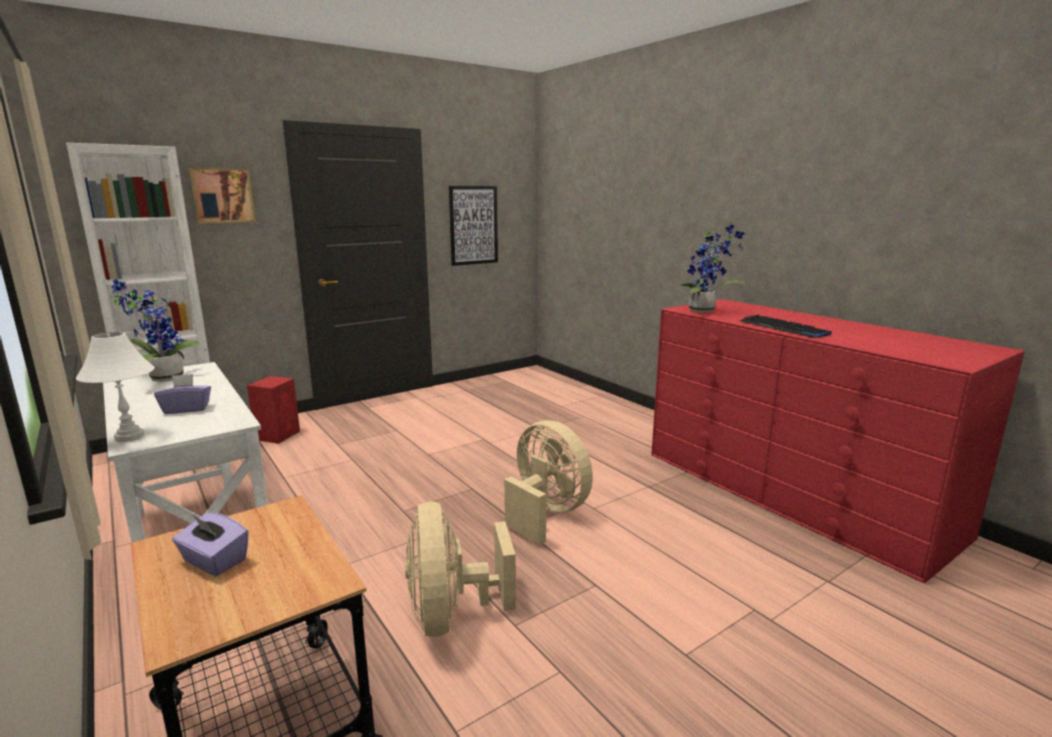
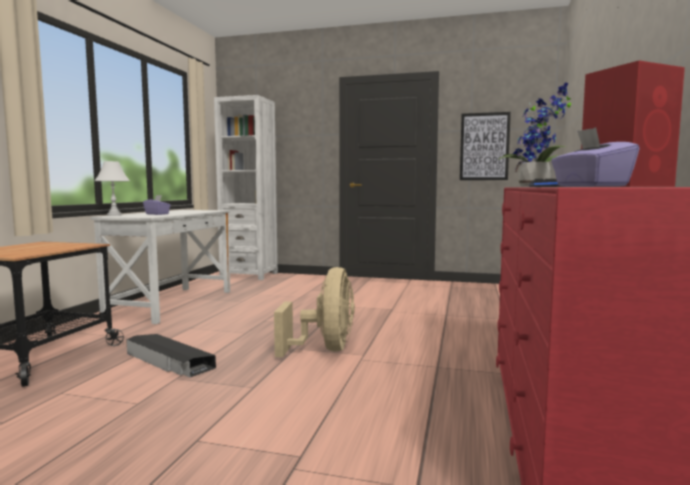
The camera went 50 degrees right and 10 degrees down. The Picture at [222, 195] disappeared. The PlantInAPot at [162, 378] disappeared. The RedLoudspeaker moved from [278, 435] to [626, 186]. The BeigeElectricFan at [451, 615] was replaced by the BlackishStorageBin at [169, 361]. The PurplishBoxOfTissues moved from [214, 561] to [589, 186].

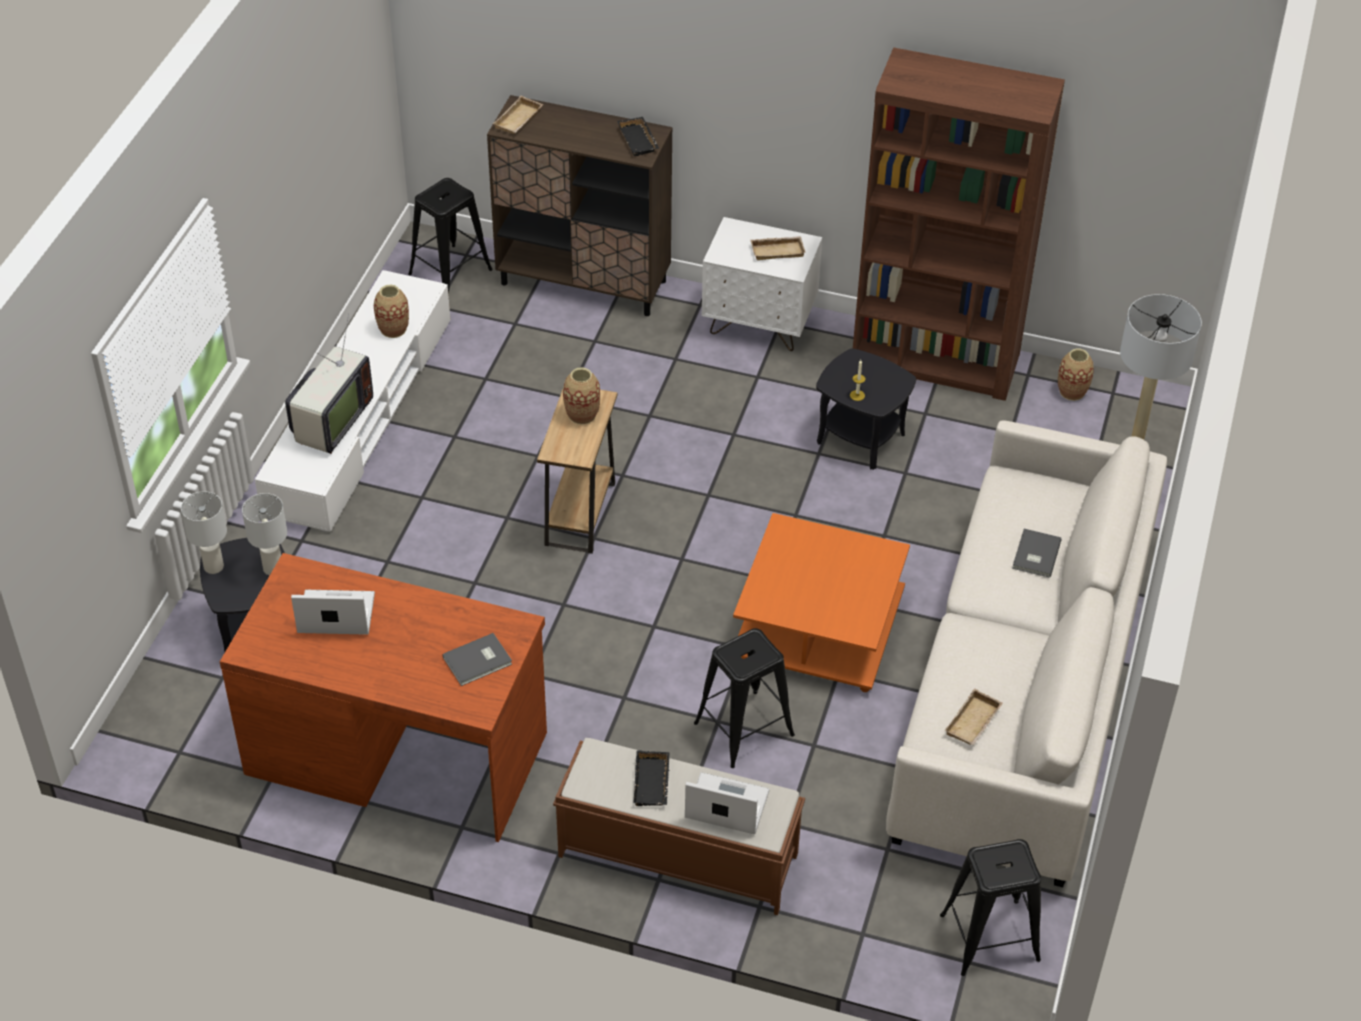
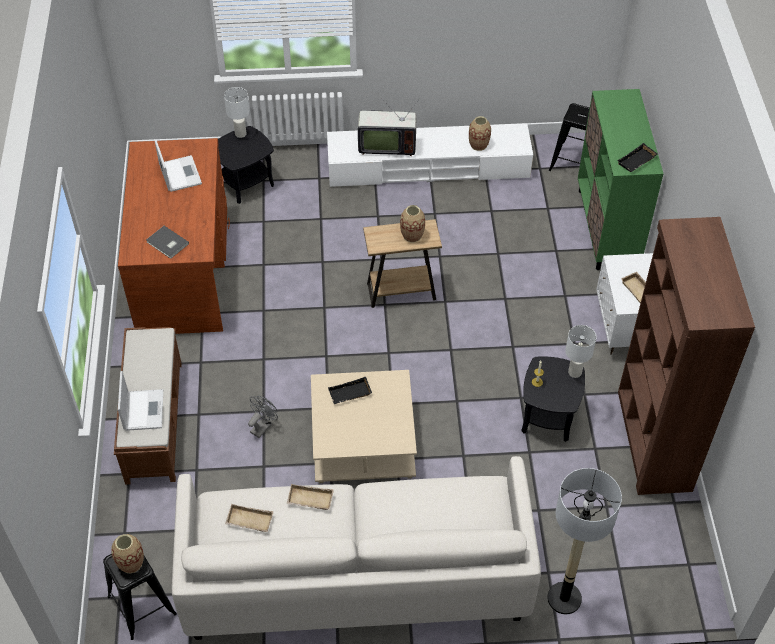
The camera went 70 degrees right and 5 degrees up. The BrownColouredCabinet at [584, 282] became the GreenishCabinet at [607, 228]. The BeigeCarryingTray moved from [519, 120] to [309, 500]. The FlowerVase moved from [1072, 392] to [131, 563]. The WhiteTableLamp moved from [272, 568] to [574, 372]. The OrangeCoffeeTable at [819, 629] became the BeigeCoffeeTable at [362, 442]. The GrayVolume at [1035, 555] disappeared. The BlackishStoolSeat at [744, 728] was replaced by the GrayElectricFan at [262, 426]. The BlackishCarryingTray moved from [653, 783] to [349, 394].

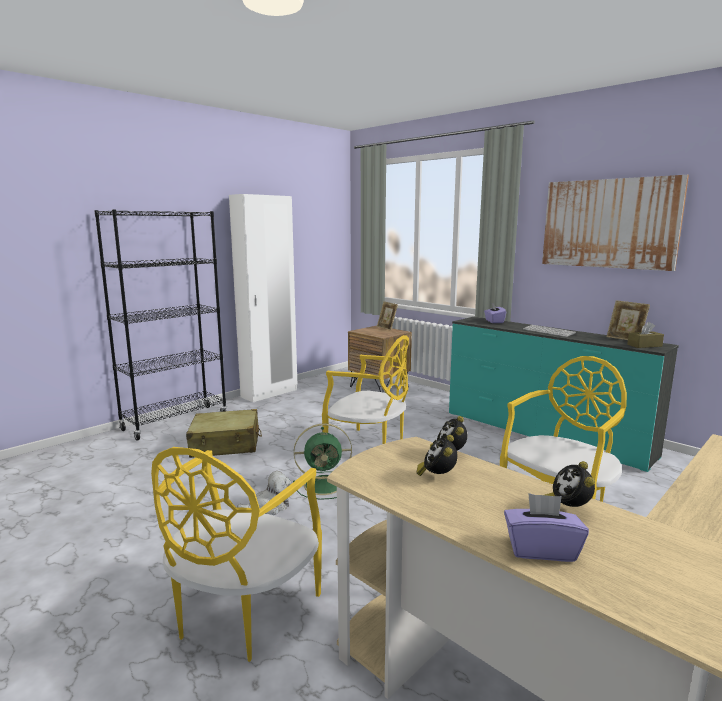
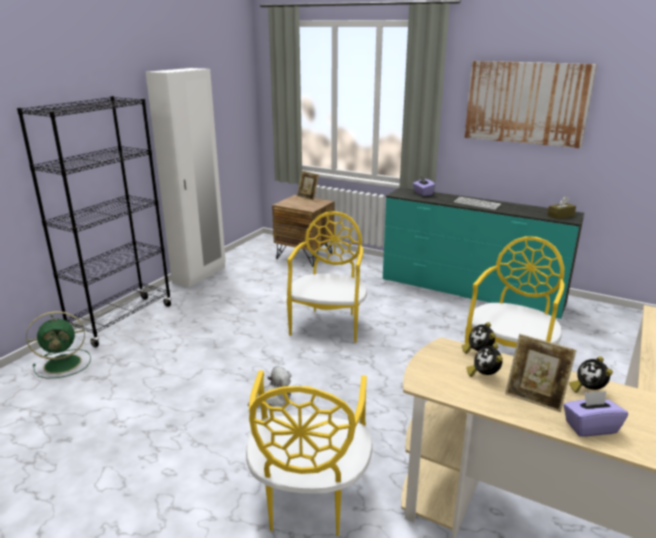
The camera went 15 degrees left and 10 degrees up. The StandingFrame moved from [625, 339] to [535, 398]. The YellowColouredUprightChair at [368, 447] turned 90 degrees counterclockwise. The BeigeSuitcase at [226, 445] disappeared. The GreenishElectricFan moved from [325, 485] to [64, 363].

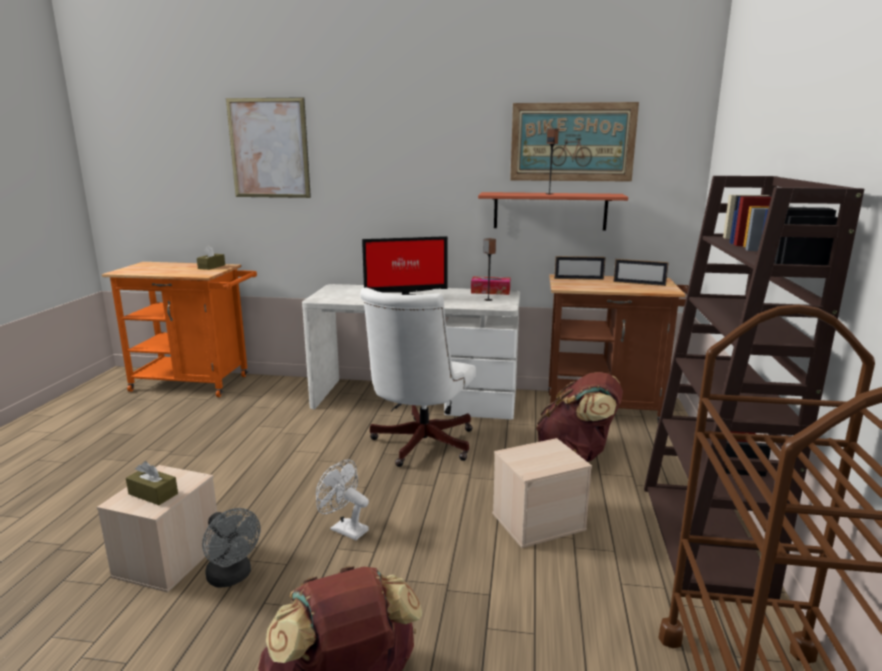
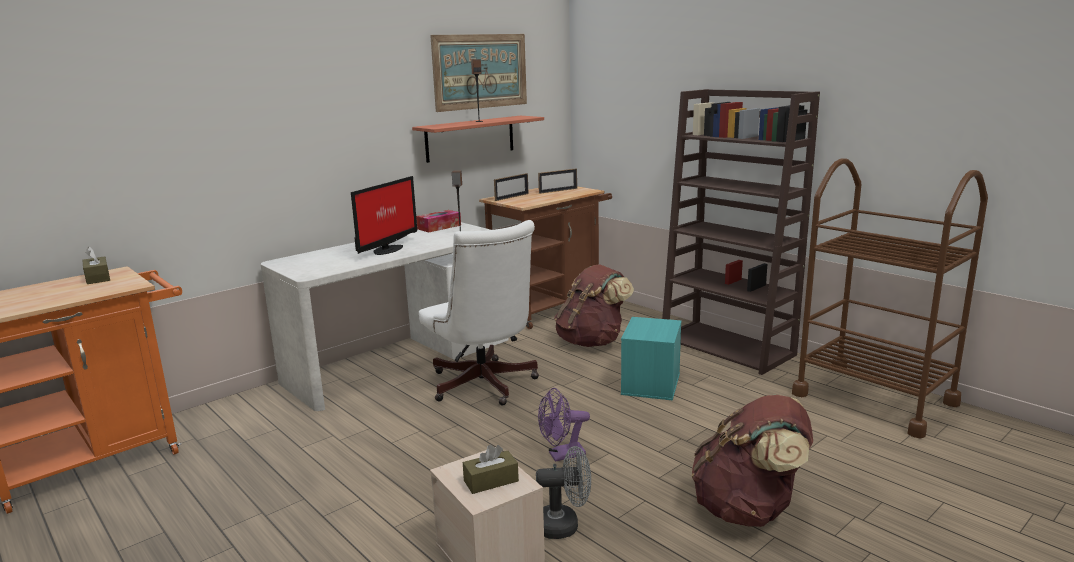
The camera went 50 degrees left and 0 degrees up. The Picture at [269, 148] disappeared. The BeigeStorageBin at [538, 520] became the TurquoiseStorageBin at [650, 383]. The WhiteElectricFan at [344, 529] became the PurplishElectricFan at [561, 455].

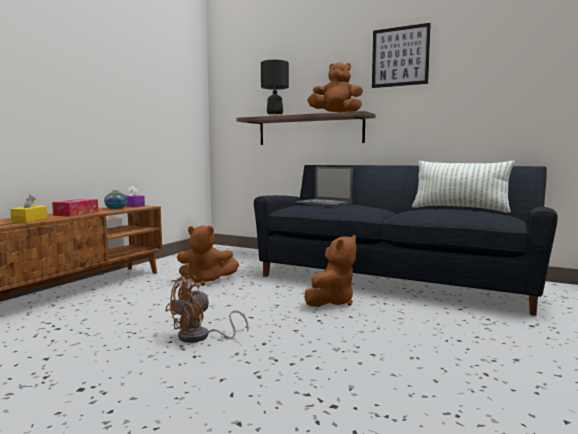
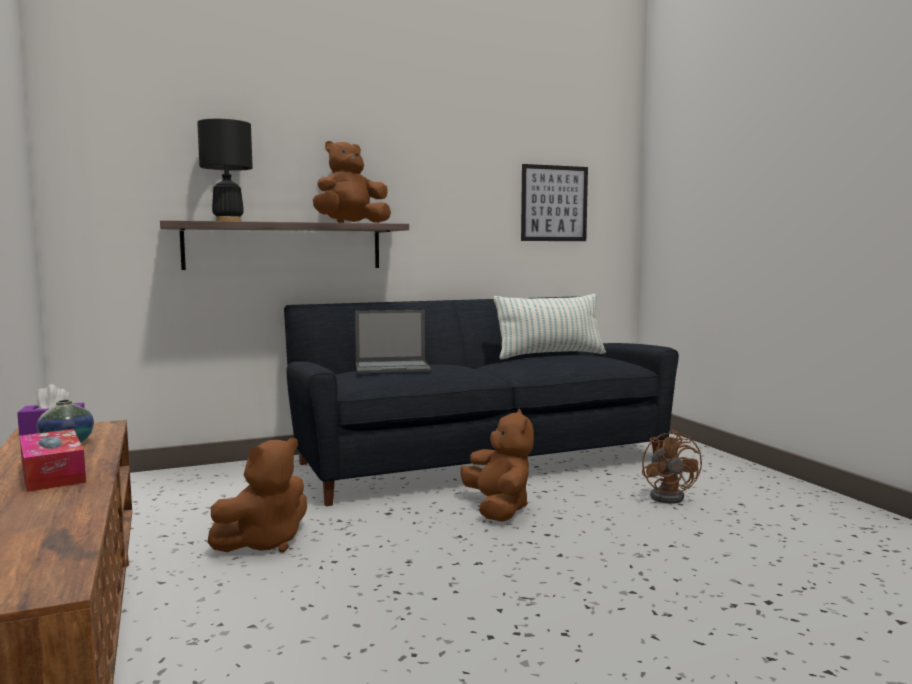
The camera went 50 degrees left and 0 degrees up. The Picture moved from [400, 56] to [554, 203]. The YellowColouredBoxOfTissues at [29, 220] disappeared. The BrownColouredElectricFan moved from [200, 337] to [670, 496].

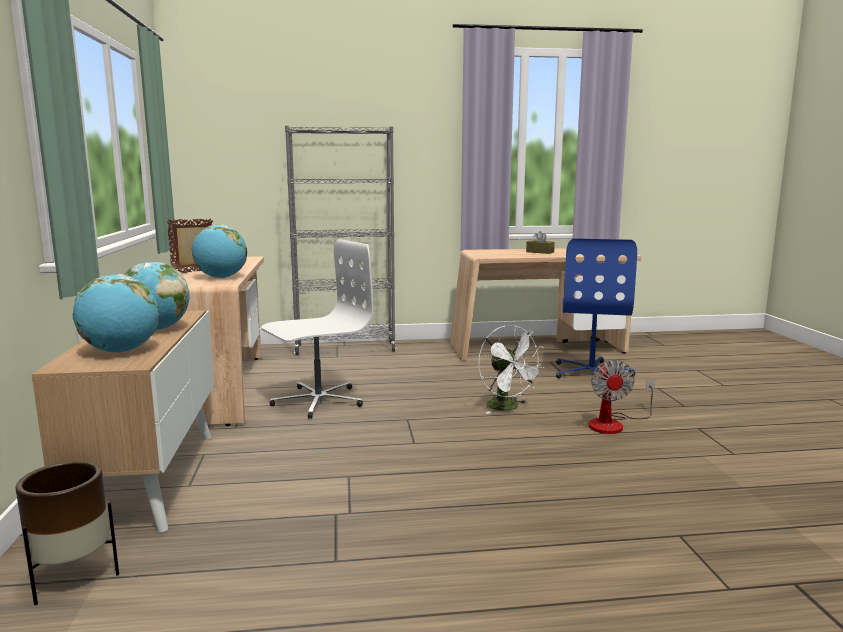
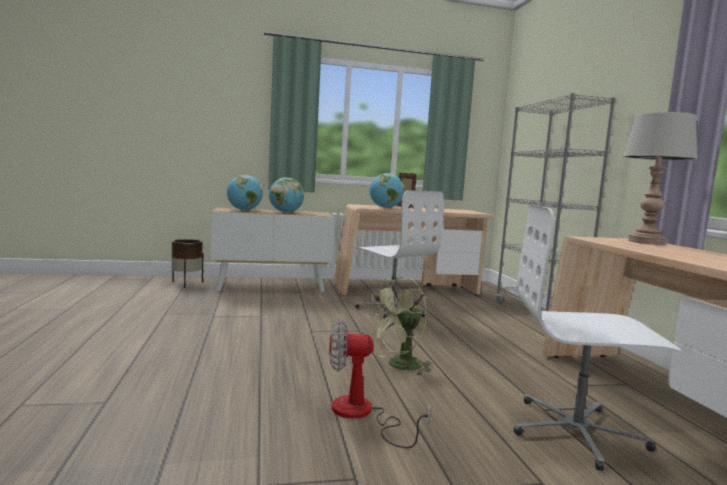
The camera went 85 degrees right and 5 degrees down. The BrownColouredBoxOfTissues at [540, 252] disappeared. The BlueComputerChair at [592, 373] became the WhiteComputerChair at [577, 432]. The WhiteElectricFan at [508, 408] became the GreenishElectricFan at [399, 366]. The GrayTableLamp at [646, 242] appeared.

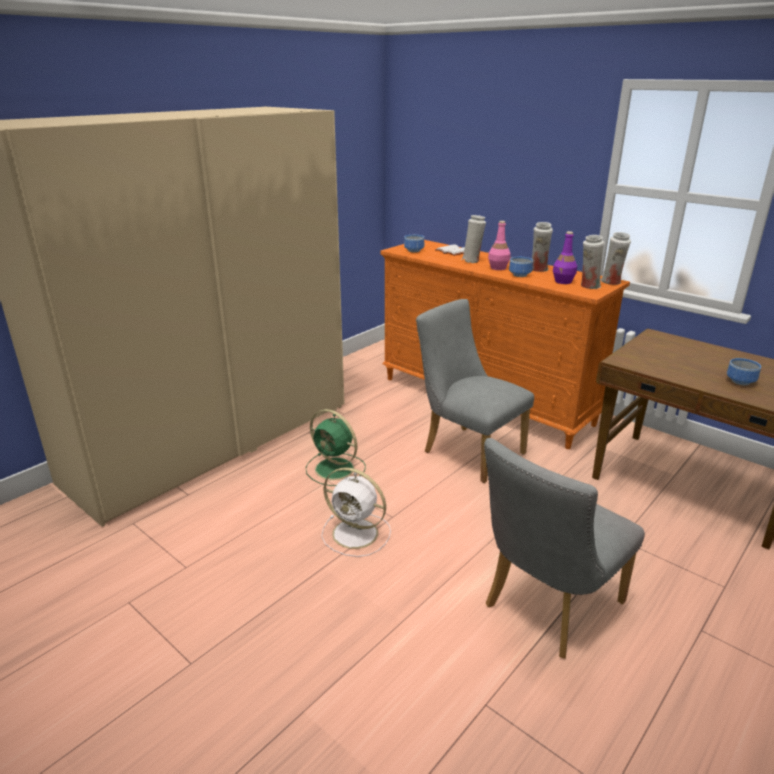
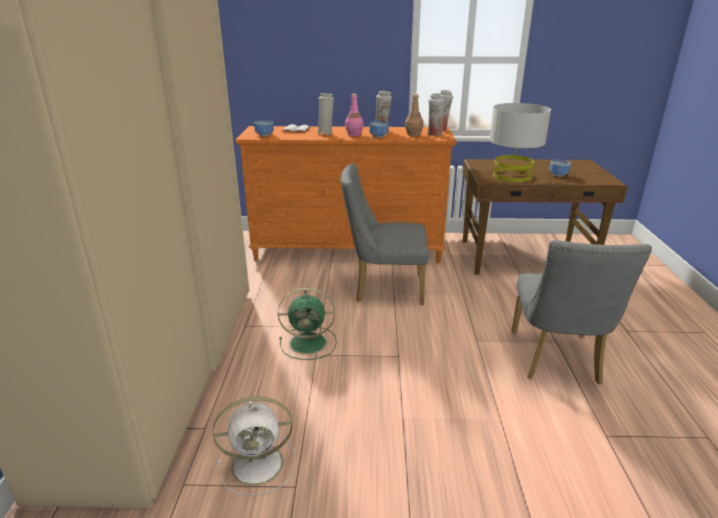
The camera went 40 degrees left and 0 degrees up. The PurplishDrinkBottle at [563, 281] became the BrownColouredDrinkBottle at [414, 134]. The WhiteElectricFan moved from [357, 534] to [260, 464]. The GrayTableLamp at [512, 176] appeared.

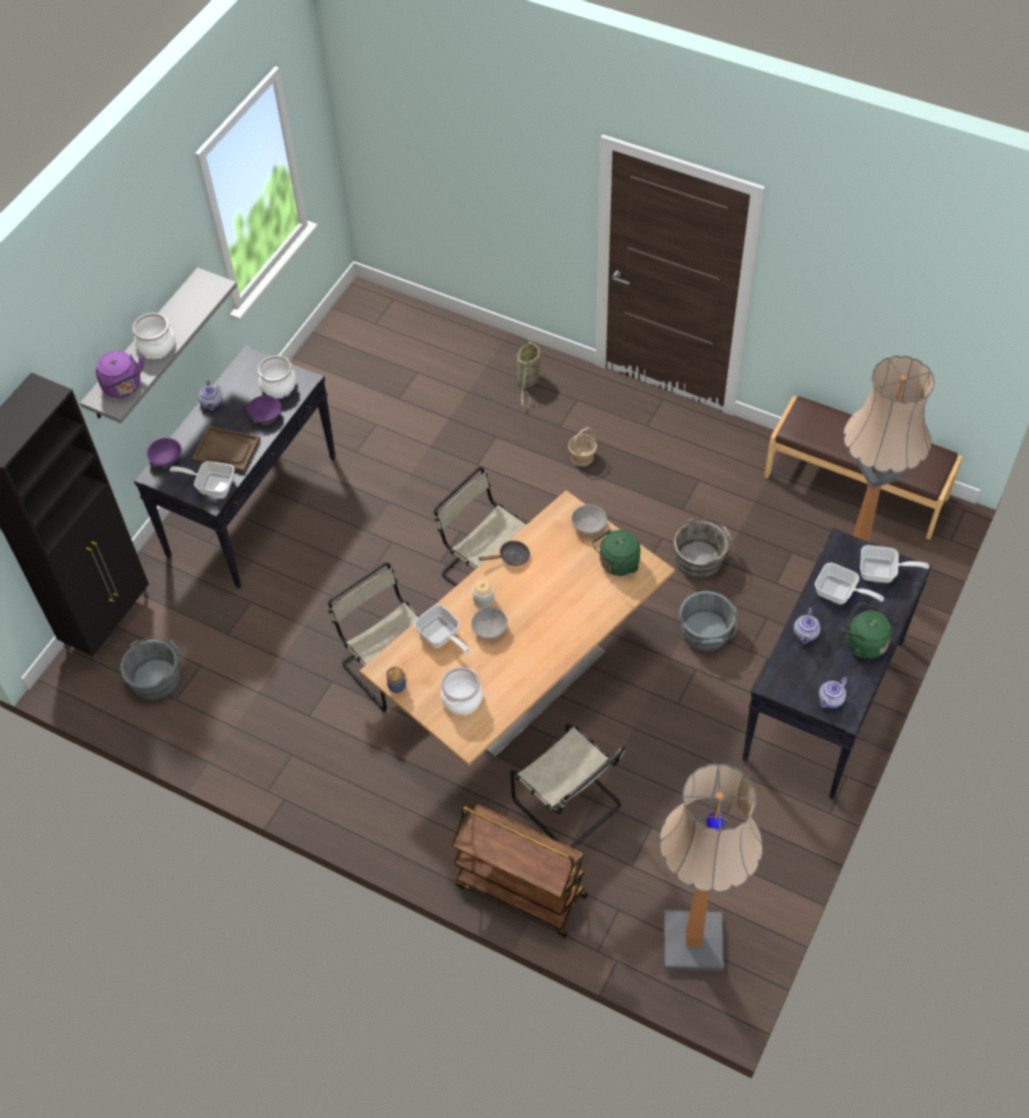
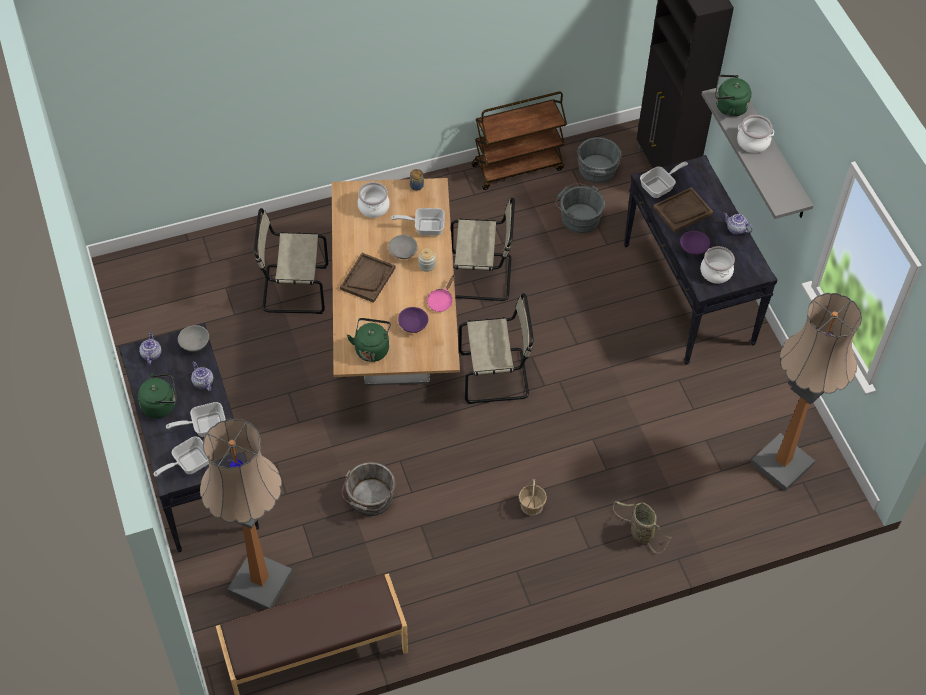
The camera went 130 degrees right and 0 degrees up. The PurplishTeaKettle at [124, 387] became the GreenishTeaKettle at [728, 107]. The PurplishDeepDish moved from [166, 458] to [413, 325]. The GrayDeepDish moved from [589, 525] to [195, 344]. The BlackishPan at [511, 557] became the PinkColouredPan at [441, 300]. The GrayBucket moved from [705, 633] to [578, 217]. The FloorLamp moved from [692, 942] to [782, 463]. The BrownColouredWheeledCart moved from [519, 891] to [518, 167]. The BrownColouredCarryingTray at [367, 278] appeared.

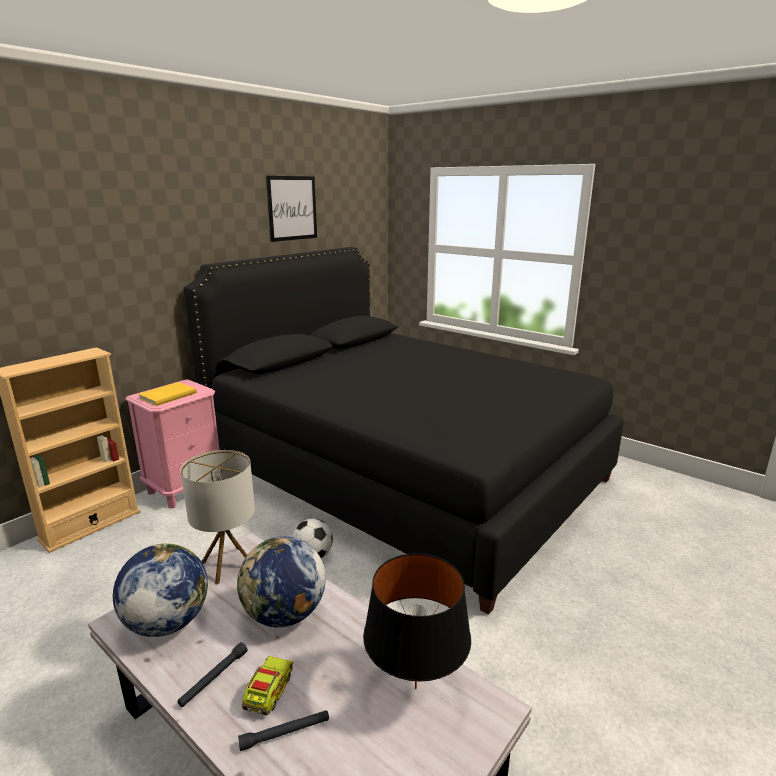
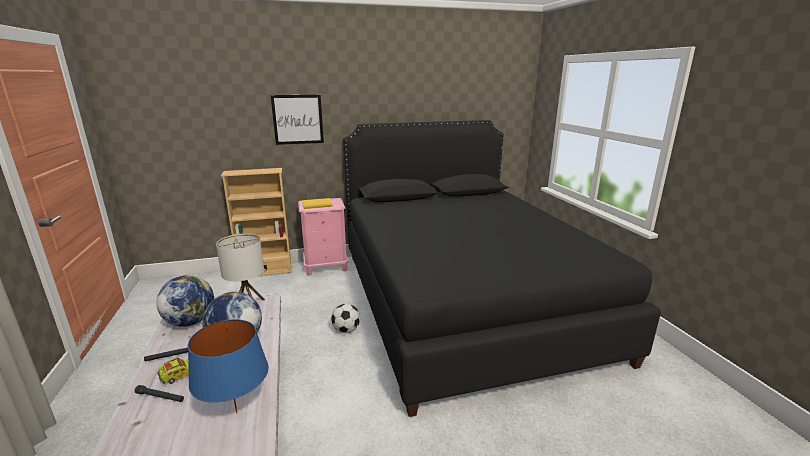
The camera went 35 degrees right and 0 degrees up. The Picture moved from [292, 208] to [298, 119]. The BlackishTableLamp at [415, 687] became the BlueTableLamp at [237, 412].

